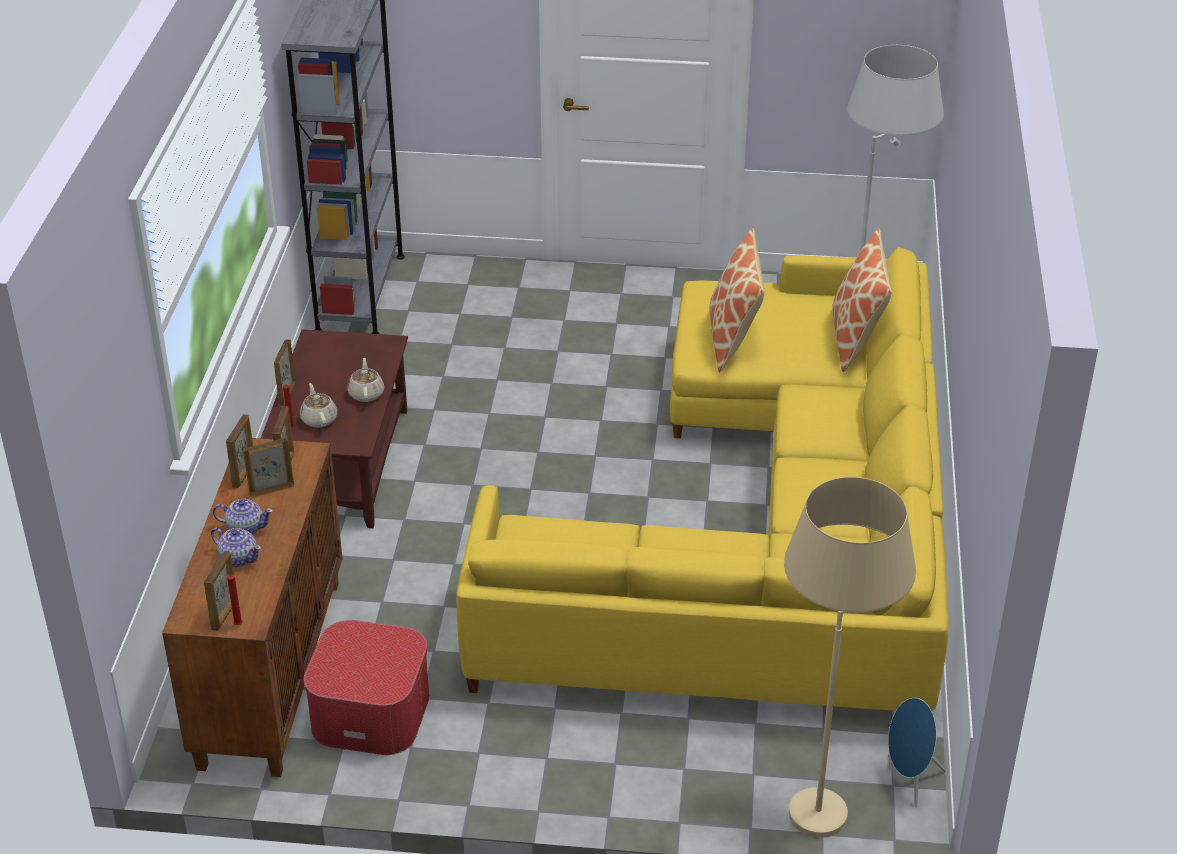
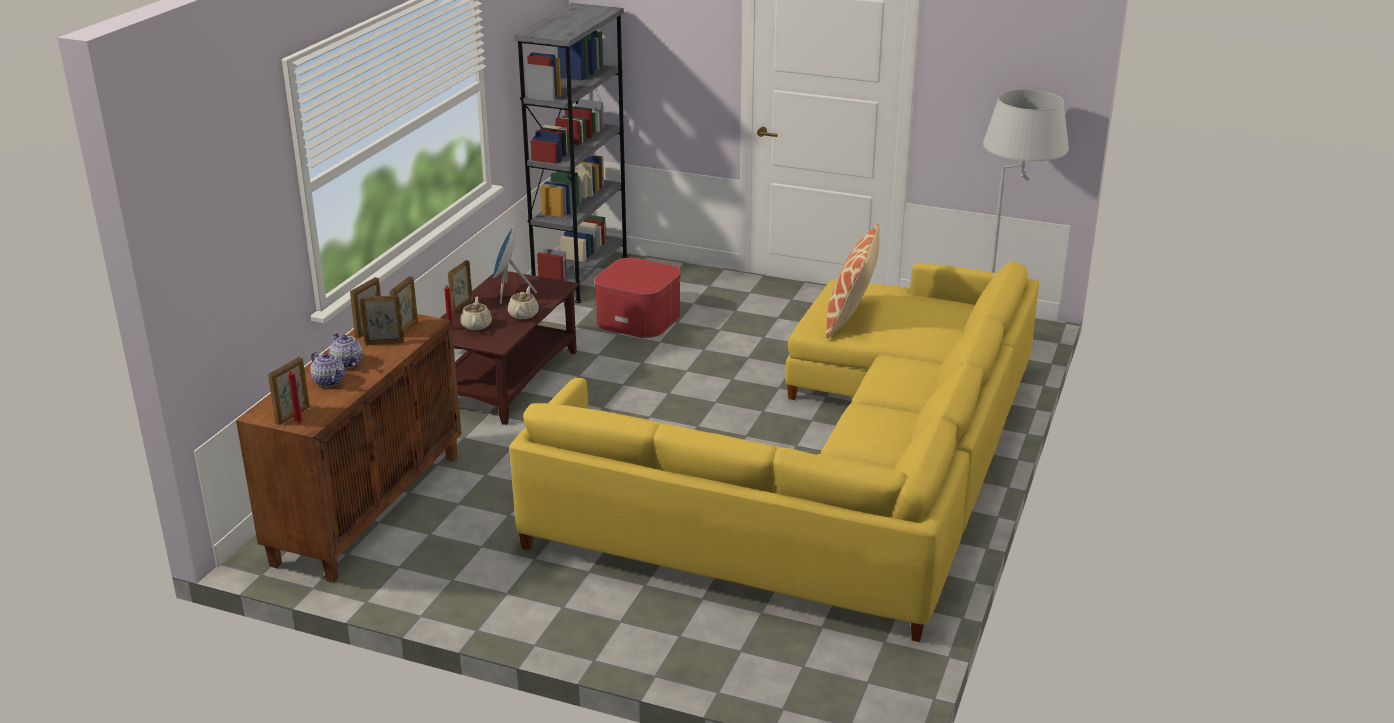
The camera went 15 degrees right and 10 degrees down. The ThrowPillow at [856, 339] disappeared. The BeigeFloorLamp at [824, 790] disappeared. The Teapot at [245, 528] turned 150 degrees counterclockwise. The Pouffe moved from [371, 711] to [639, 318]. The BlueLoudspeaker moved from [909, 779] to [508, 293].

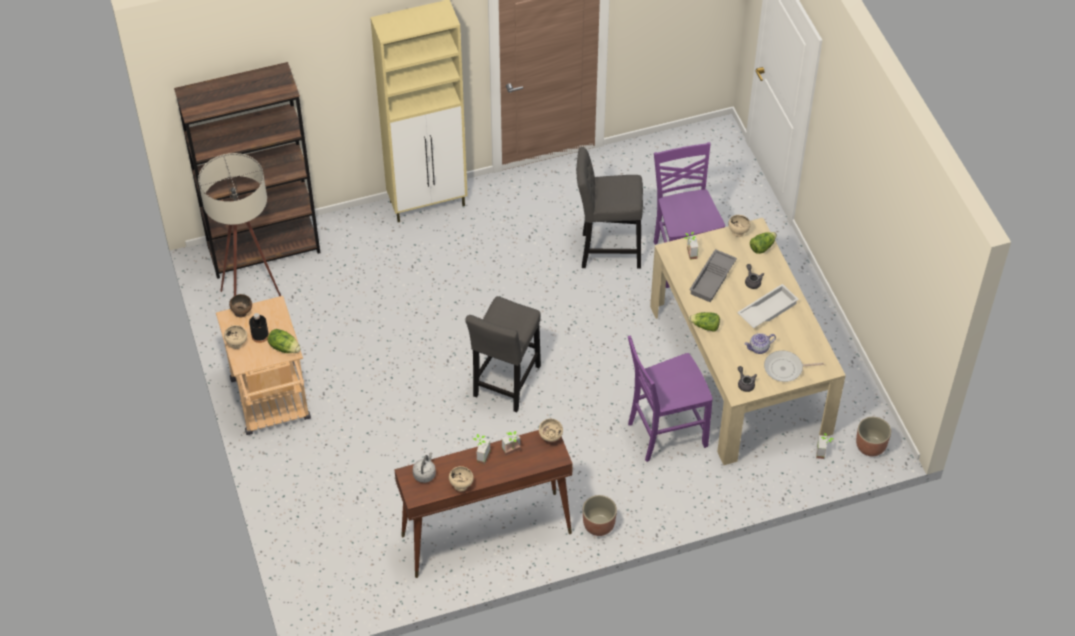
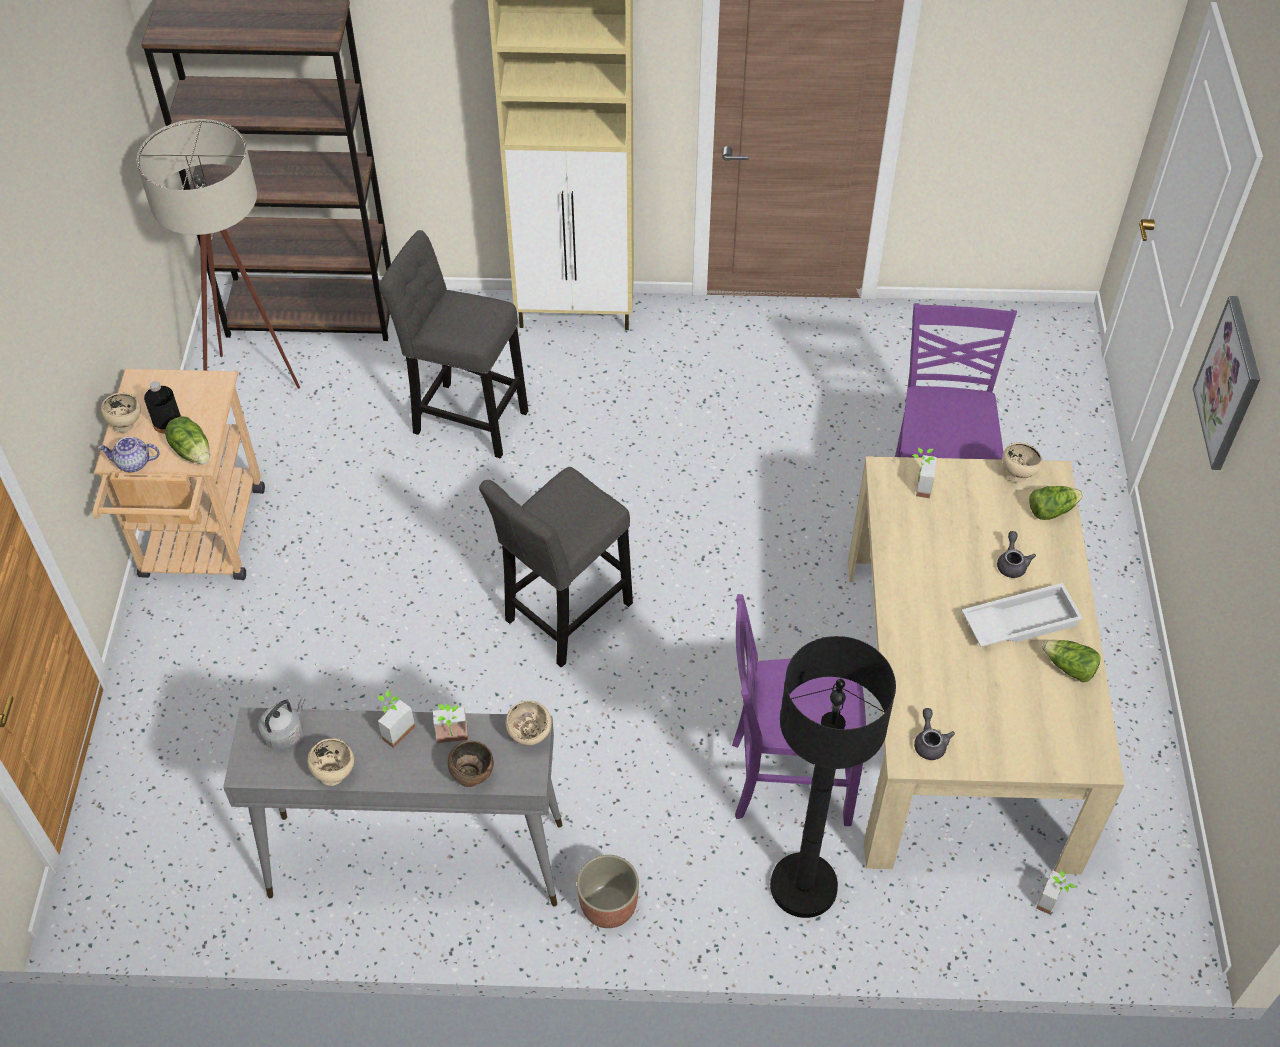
The camera went 20 degrees right and 0 degrees up. The GrayStoolSeat moved from [607, 251] to [465, 418]. The GrayCarryingTray at [713, 279] disappeared. The BrownColouredDeepDish moved from [242, 312] to [472, 776]. The LettuceHead moved from [705, 326] to [1069, 668]. The Teapot moved from [759, 348] to [133, 463]. The Pan at [785, 369] disappeared. The FlowerPot at [870, 446] disappeared. The BrownColouredNarrowTable at [485, 535] became the GrayNarrowTable at [415, 860]. The Picture at [1229, 384] appeared. The BlackishFloorLamp at [803, 886] appeared.

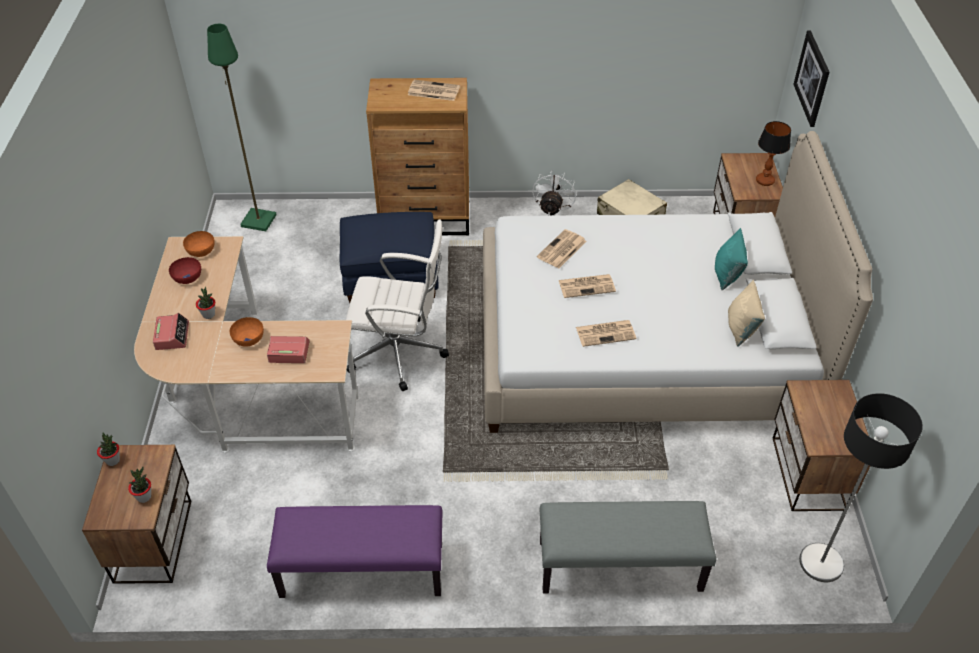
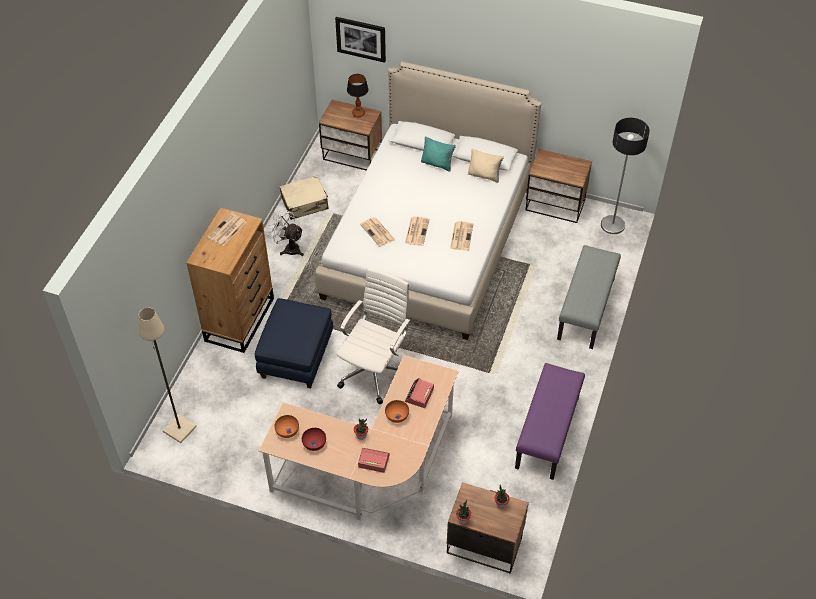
The camera went 70 degrees left and 5 degrees up. The GreenishFloorLamp at [258, 221] became the BeigeFloorLamp at [180, 430].

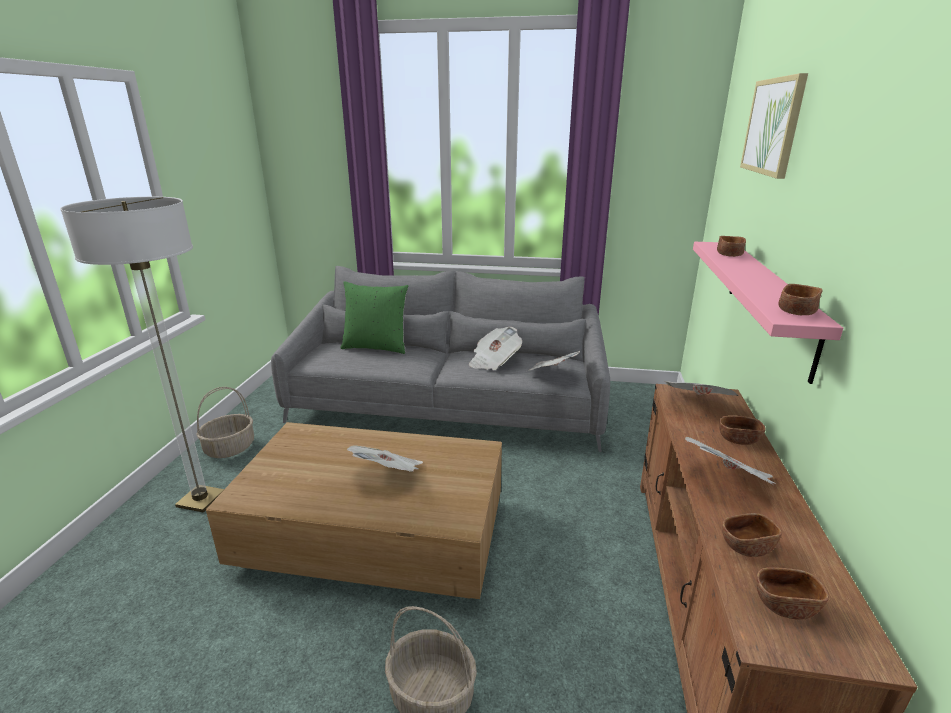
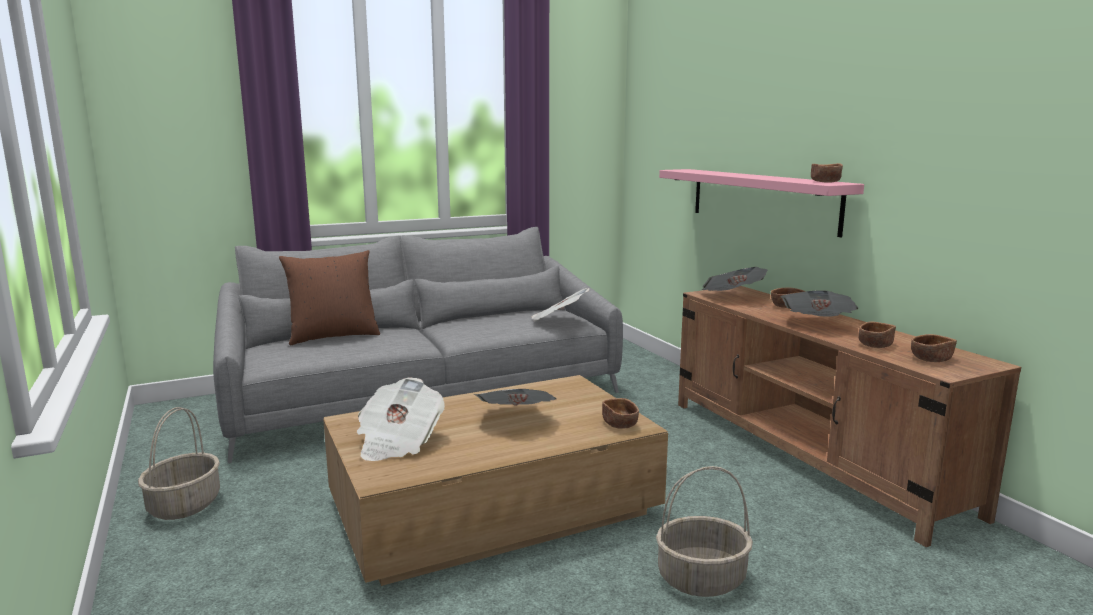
The camera went 35 degrees left and 10 degrees down. The Picture at [773, 126] disappeared. The FloorLamp at [201, 500] disappeared. The BrownColouredDeepDish moved from [729, 254] to [620, 424]. The GreenishThrowPillow at [376, 347] became the BrownColouredThrowPillow at [333, 336]. The PrintedPaper moved from [494, 361] to [398, 442].

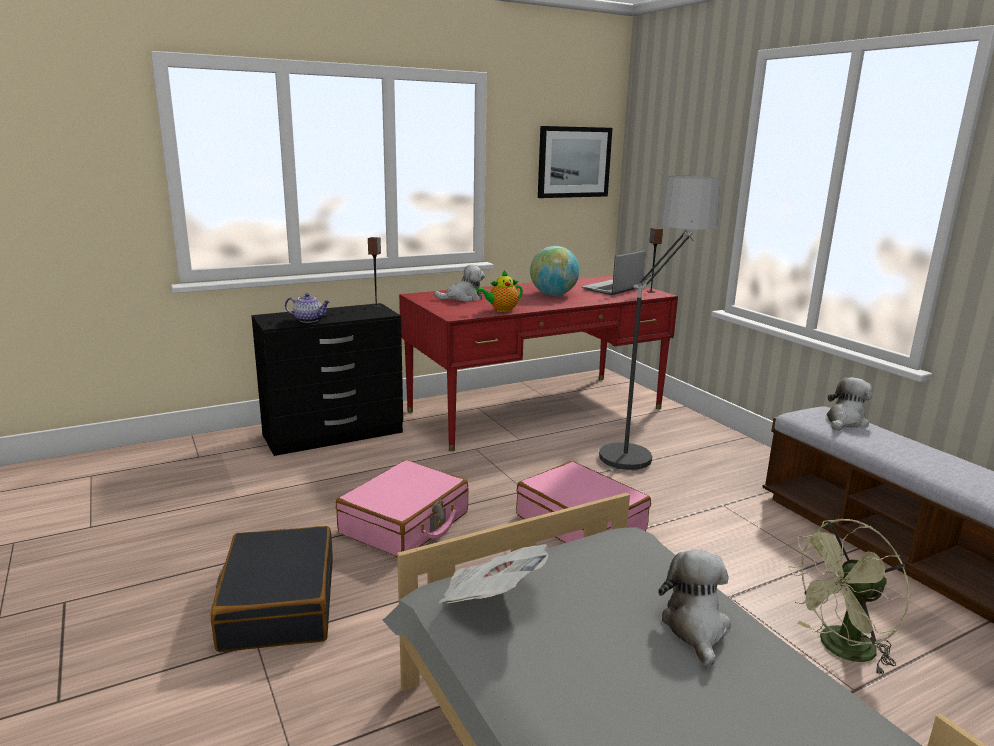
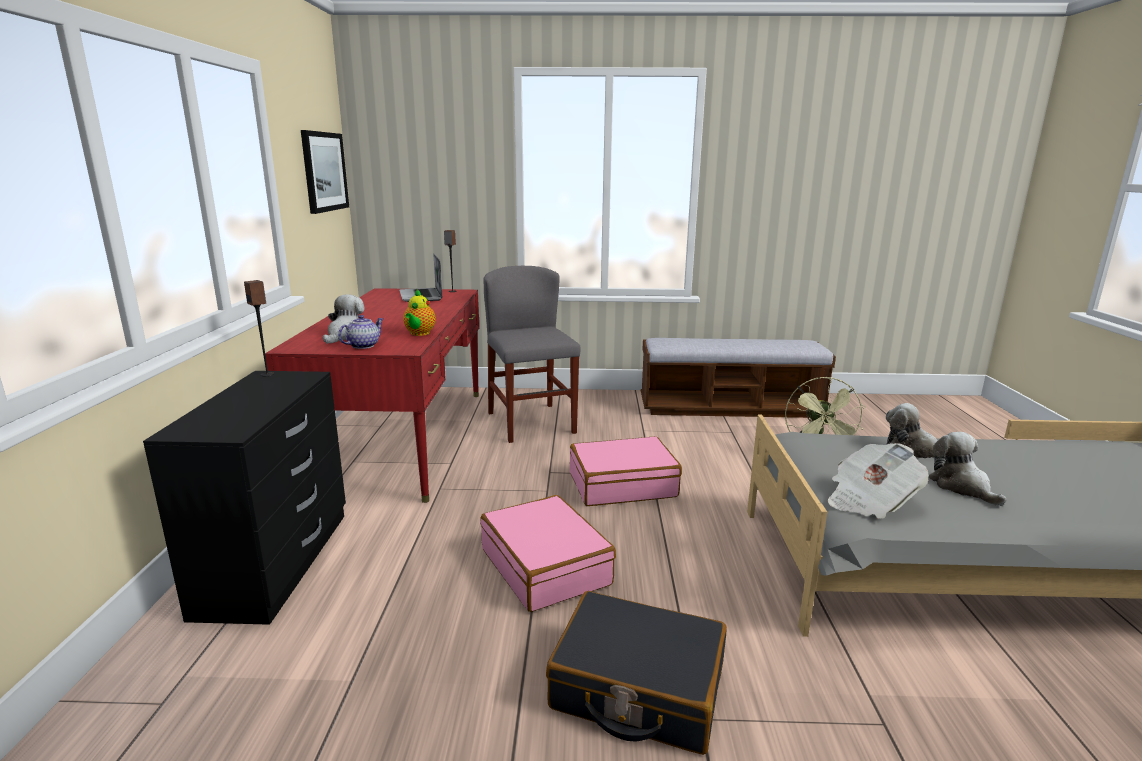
The camera went 60 degrees left and 0 degrees up. The FloorLamp at [644, 446] was replaced by the GrayUprightChair at [531, 423]. The Globe at [553, 295] disappeared. The Teapot moved from [309, 320] to [363, 346]. The PlushToy moved from [845, 421] to [962, 487].

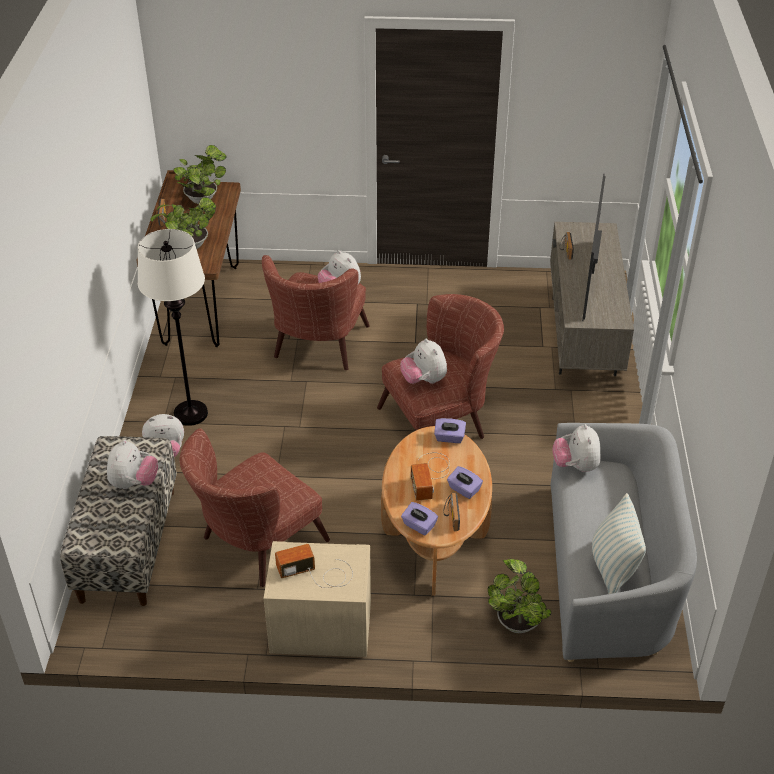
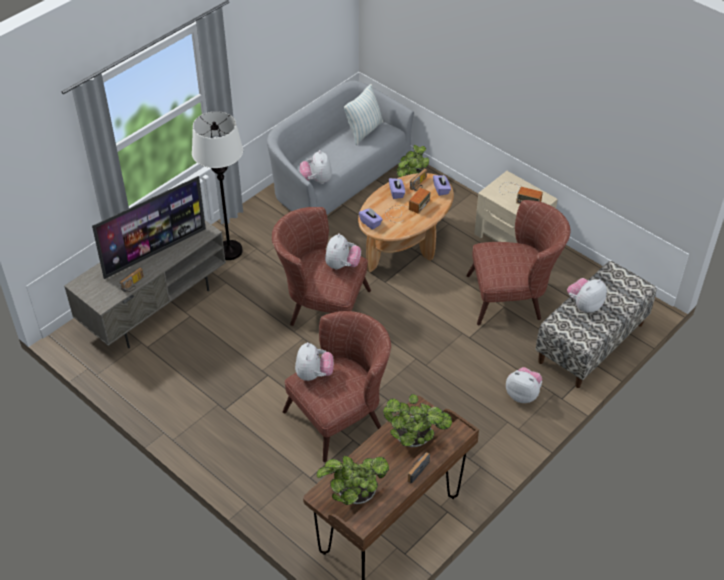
The camera went 140 degrees left and 5 degrees up. The WhiteFloorLamp moved from [190, 413] to [229, 251]. The PlushToy at [575, 466] turned 135 degrees clockwise.

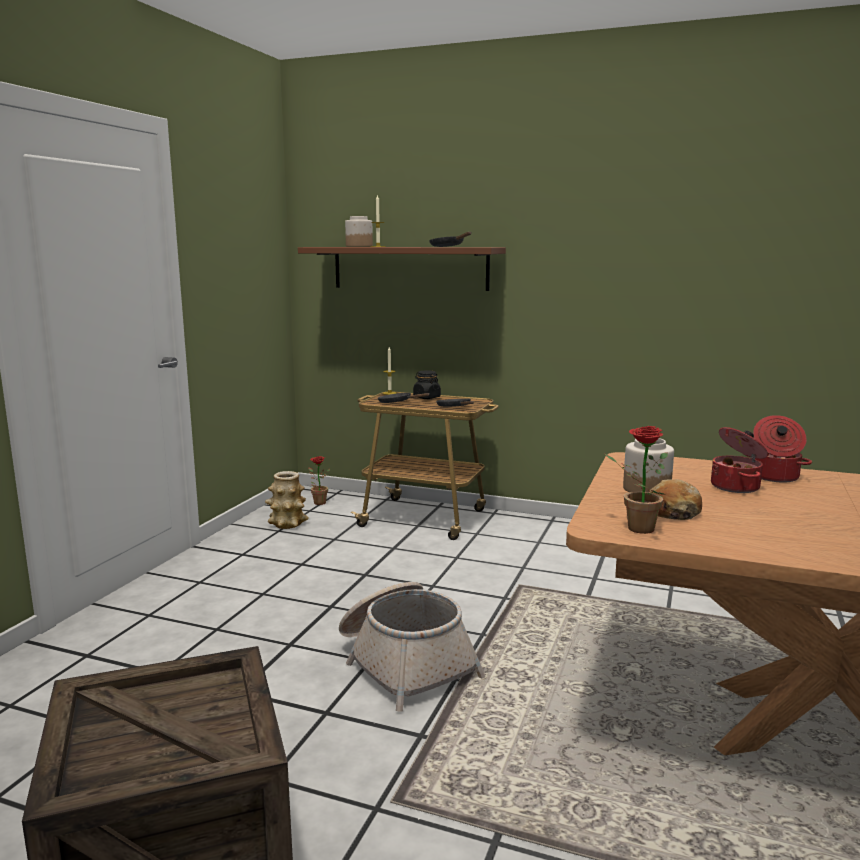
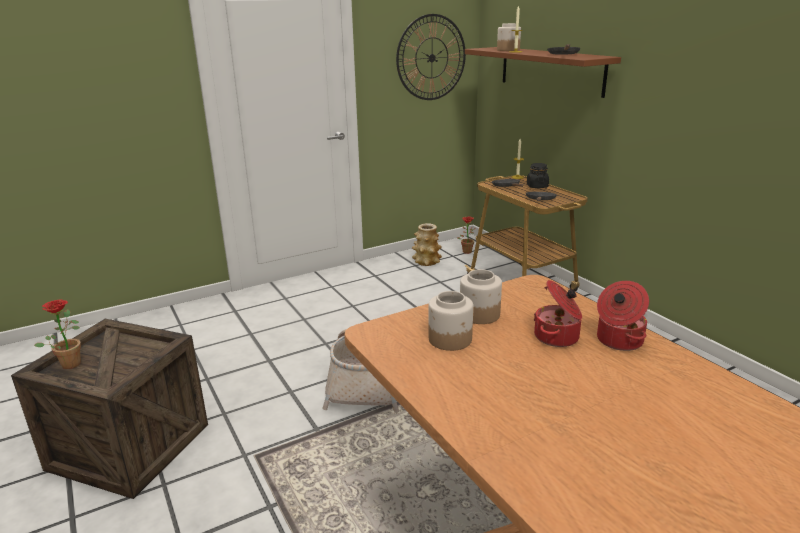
The camera went 40 degrees right and 10 degrees up. The PlantInAPot moved from [634, 528] to [70, 362]. The BakedBread at [672, 511] was replaced by the Jar at [450, 339]. The WallClock at [431, 58] appeared.

